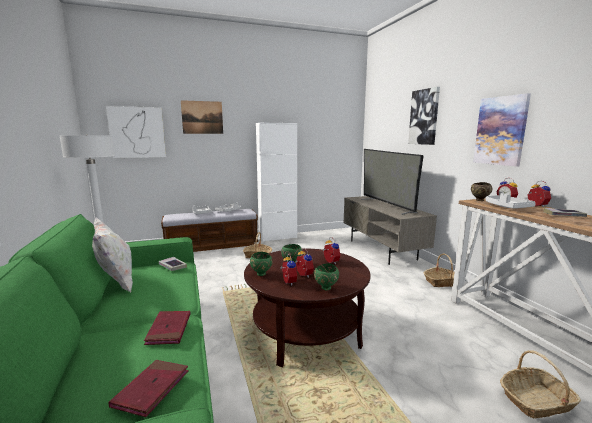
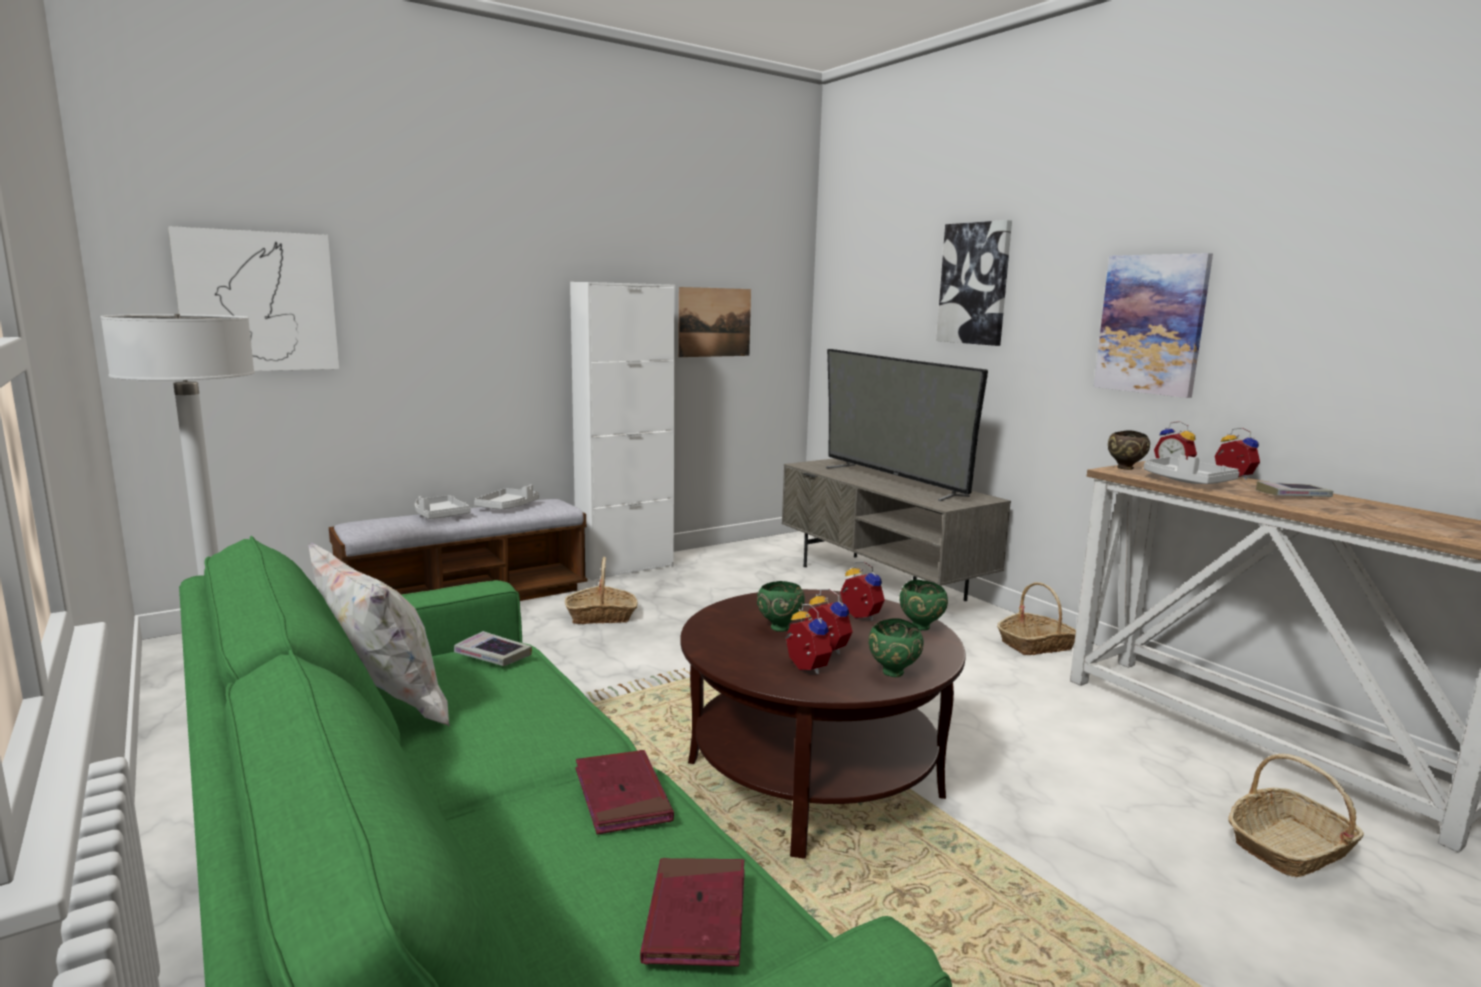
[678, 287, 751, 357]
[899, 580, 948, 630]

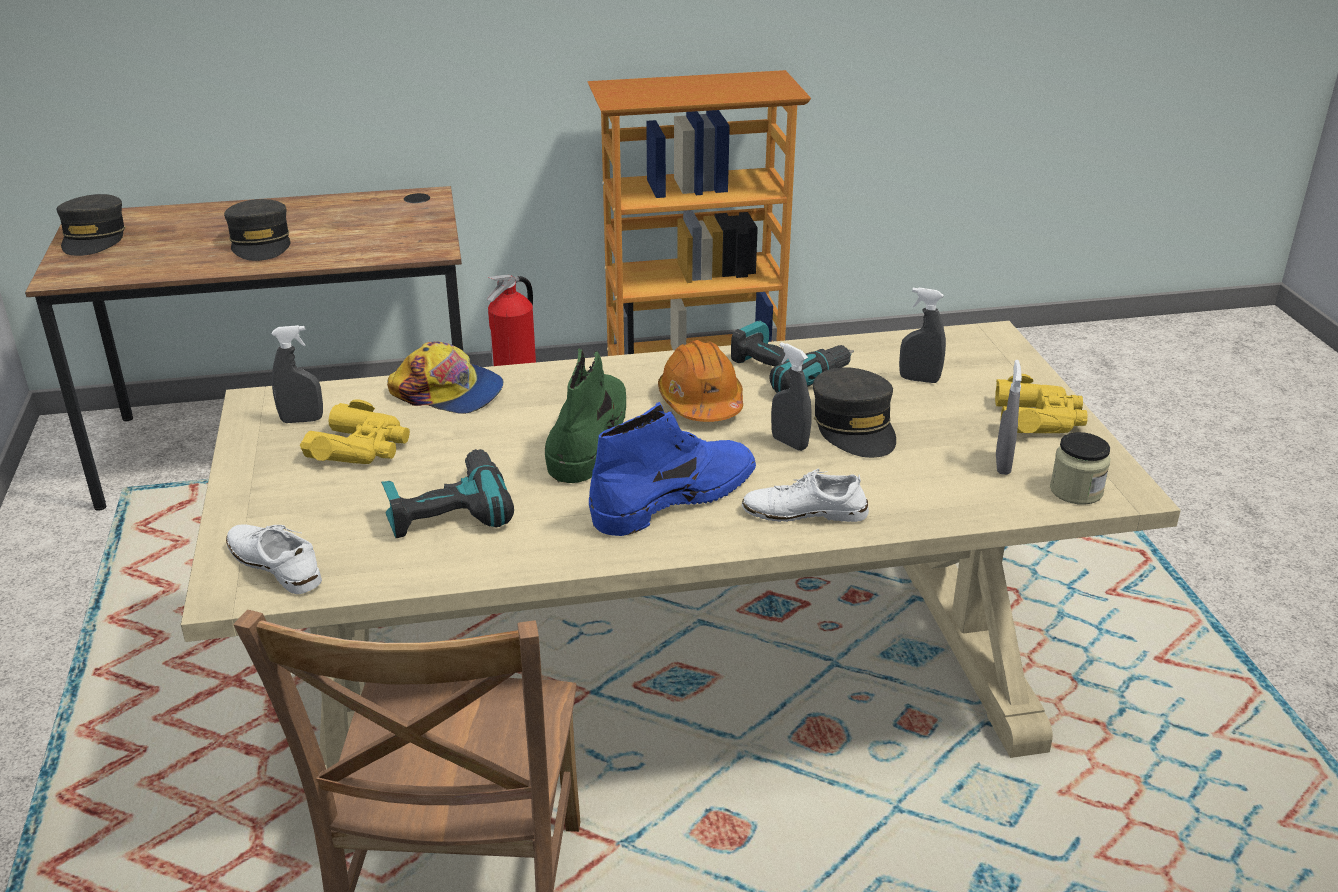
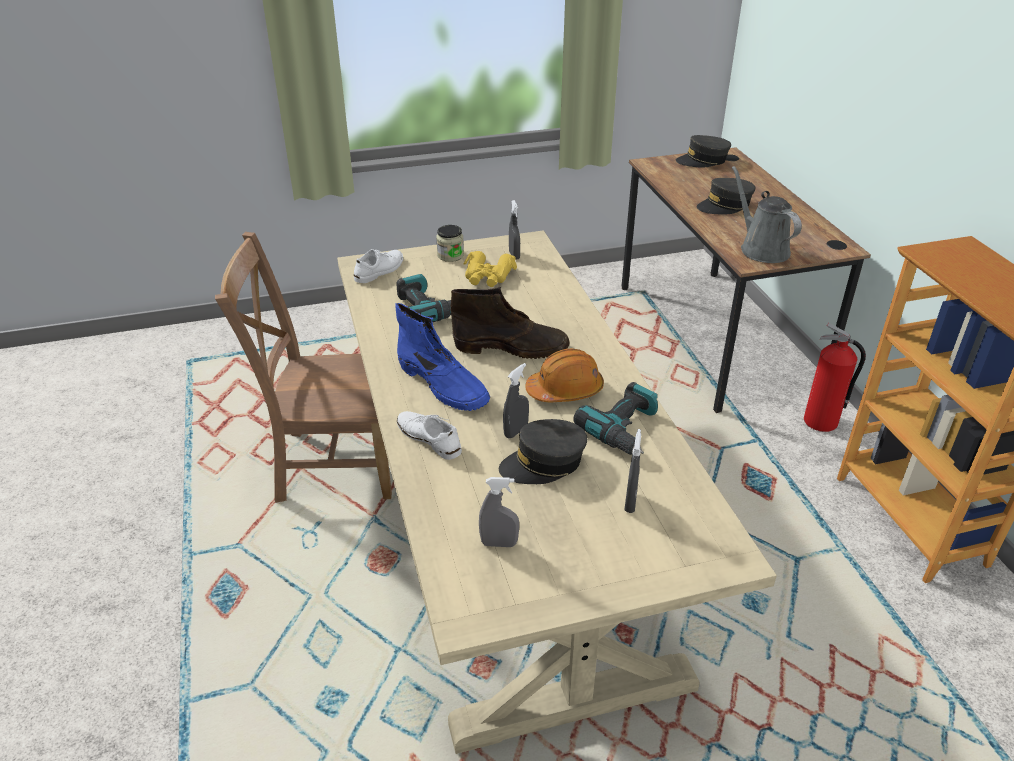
[397, 411, 462, 460]
[436, 225, 464, 262]
[451, 287, 569, 359]
[732, 166, 802, 263]
[387, 342, 504, 414] (first image)
[995, 374, 1087, 433] (first image)

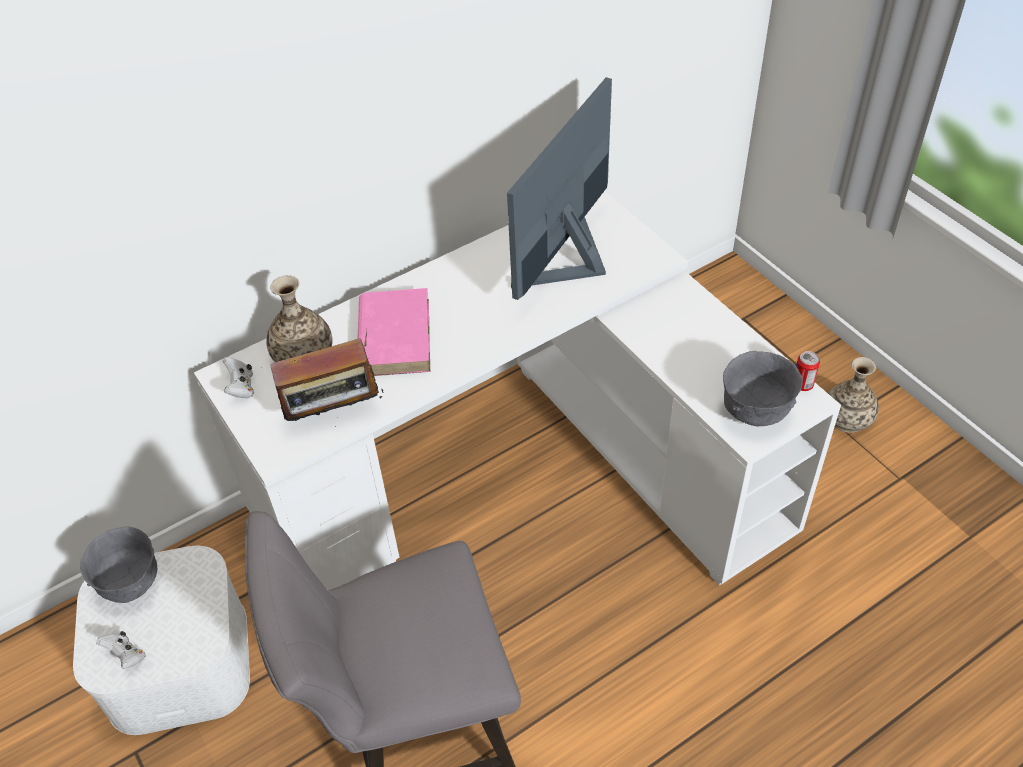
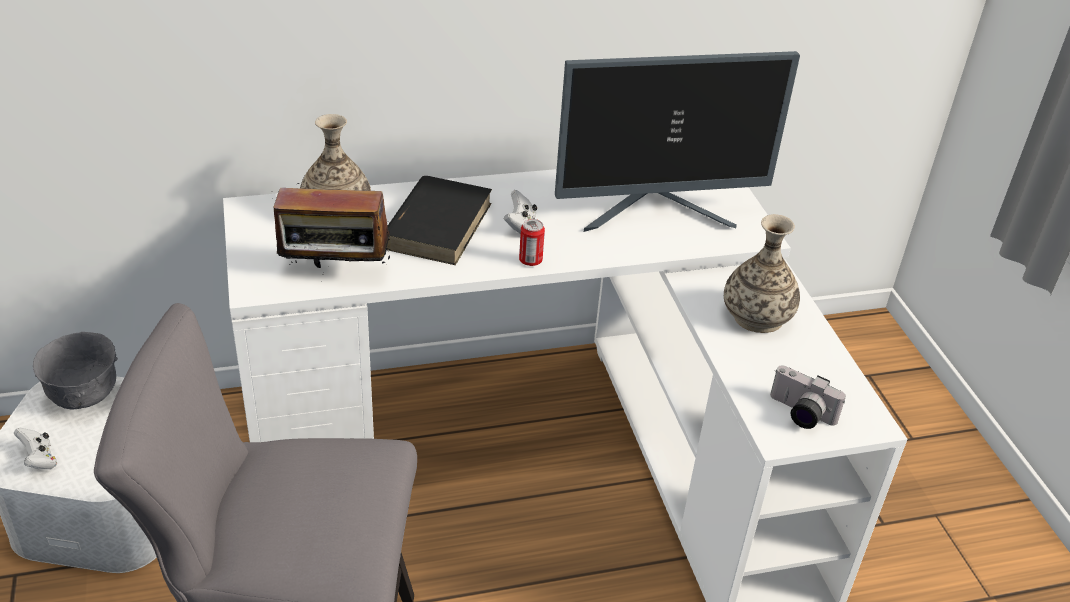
[386, 176, 492, 265]
[504, 190, 537, 234]
[519, 219, 545, 266]
[555, 51, 800, 232]
[724, 214, 800, 333]
[770, 365, 846, 429]

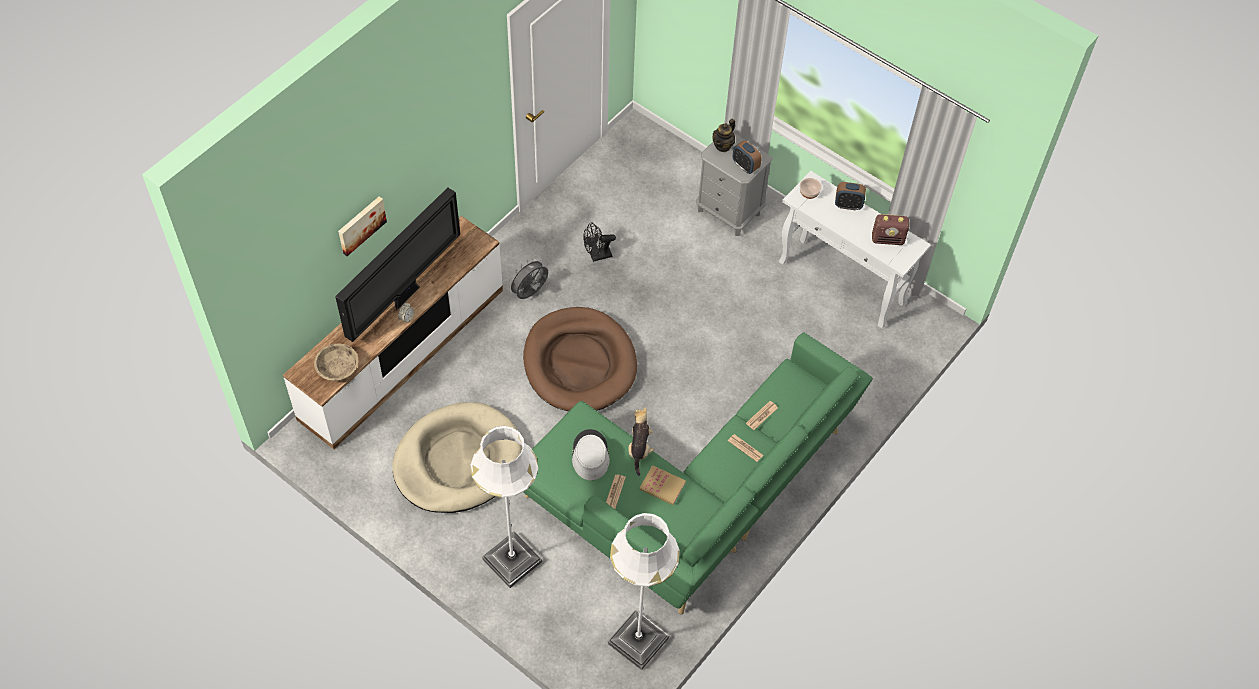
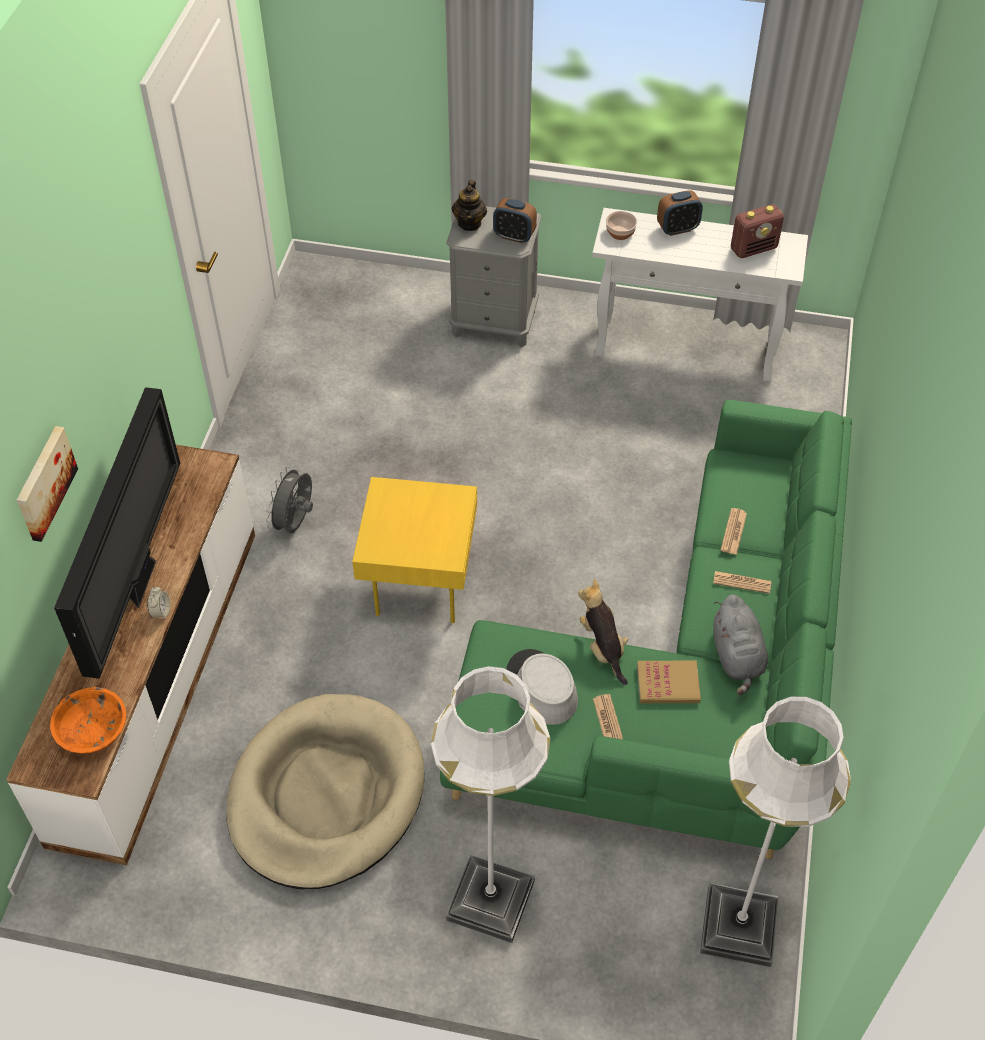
[50, 687, 126, 753]
[352, 477, 477, 623]
[713, 594, 768, 695]
[583, 222, 616, 262] (first image)

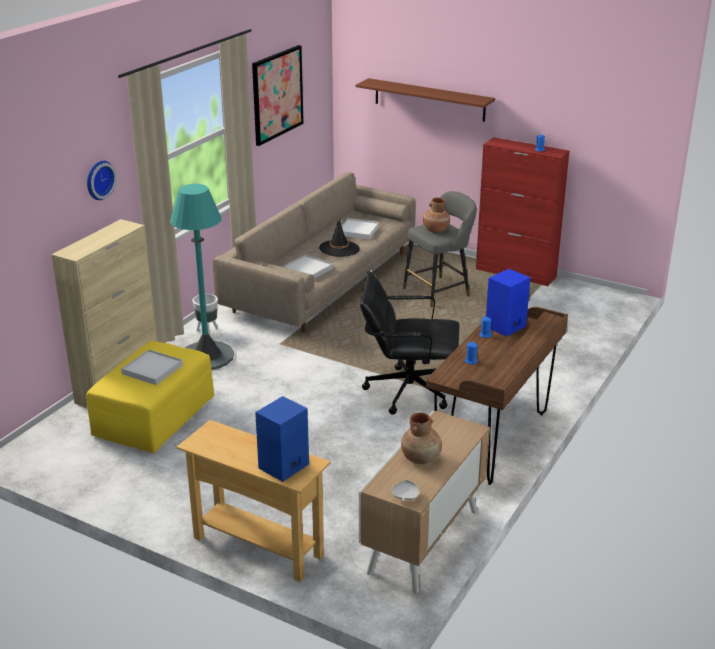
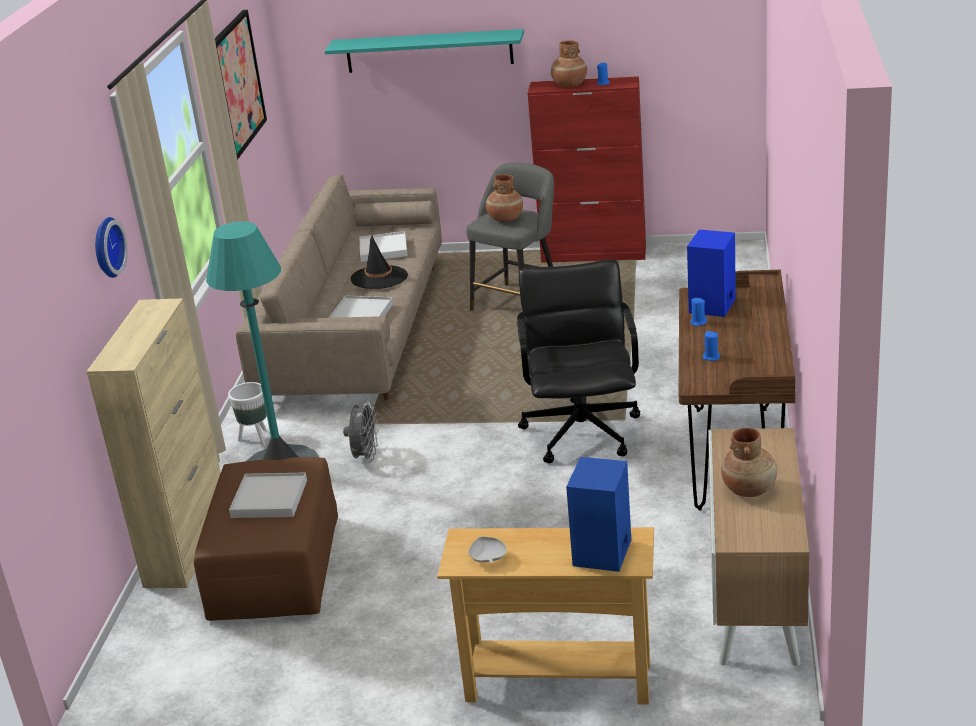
[194, 457, 338, 621]
[325, 29, 524, 73]
[343, 401, 378, 462]
[468, 536, 507, 564]
[517, 259, 640, 463]
[551, 40, 587, 88]

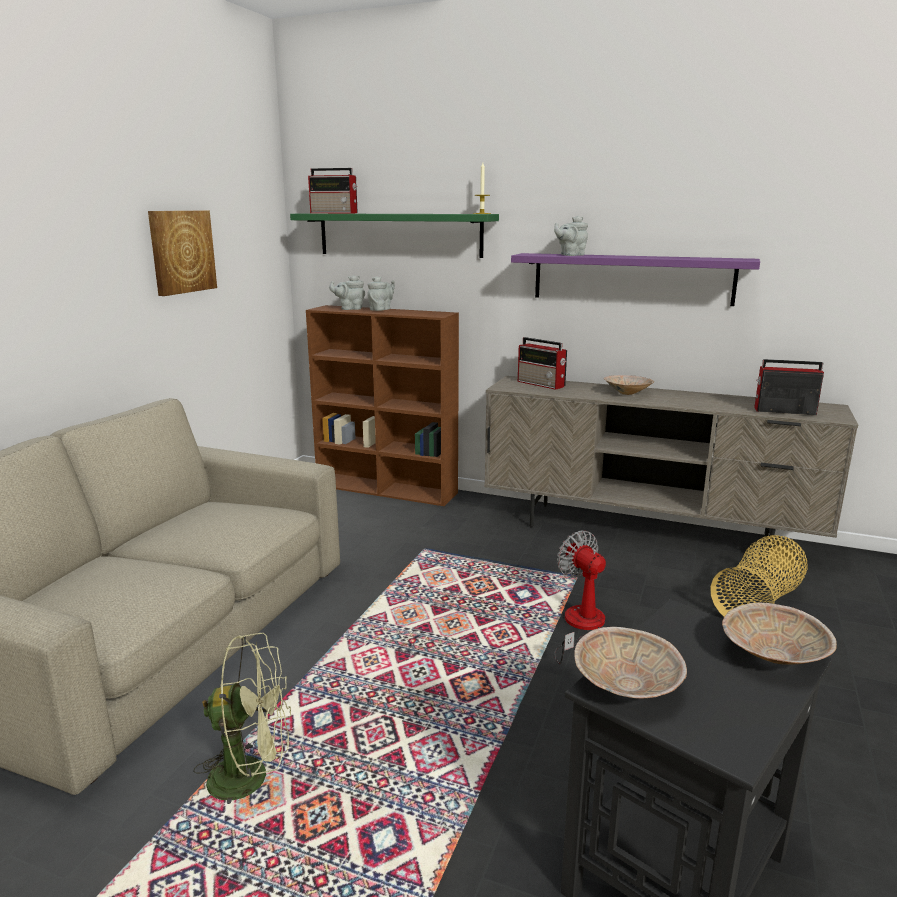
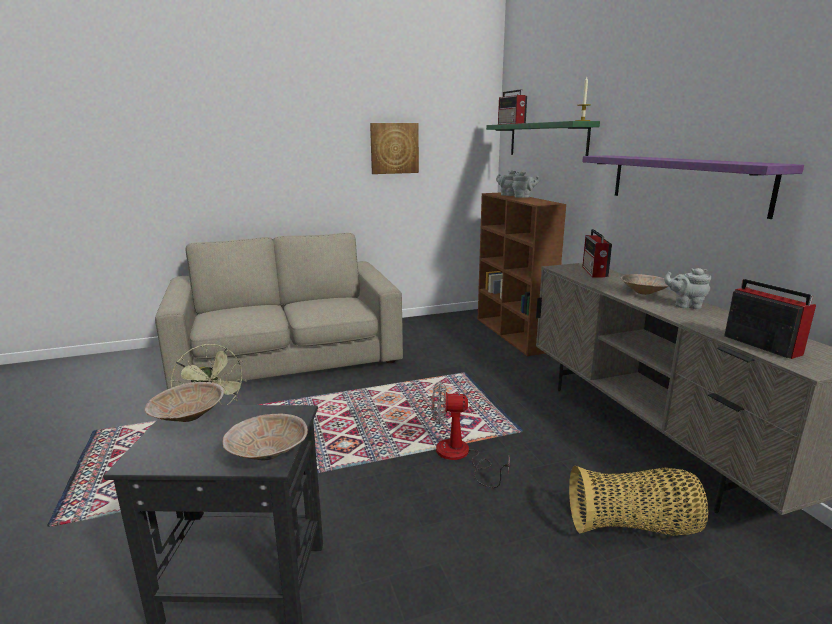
[432, 381, 510, 488]
[664, 268, 711, 309]

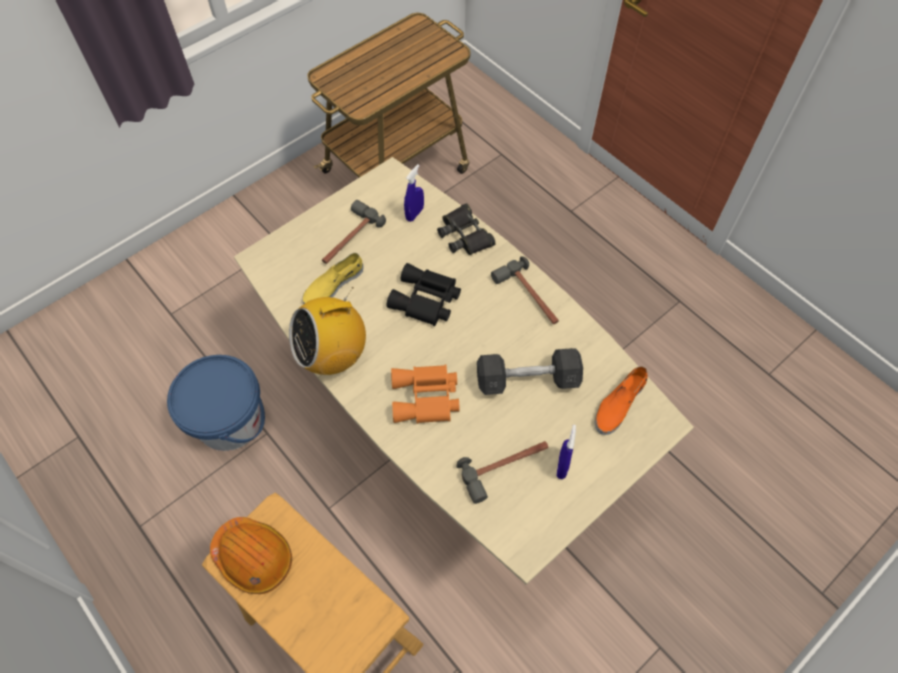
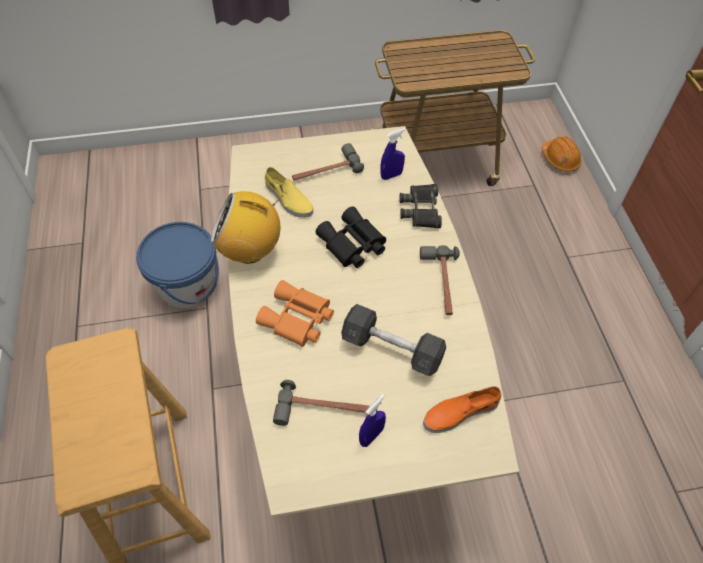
[265, 167, 313, 218]
[542, 137, 581, 172]

